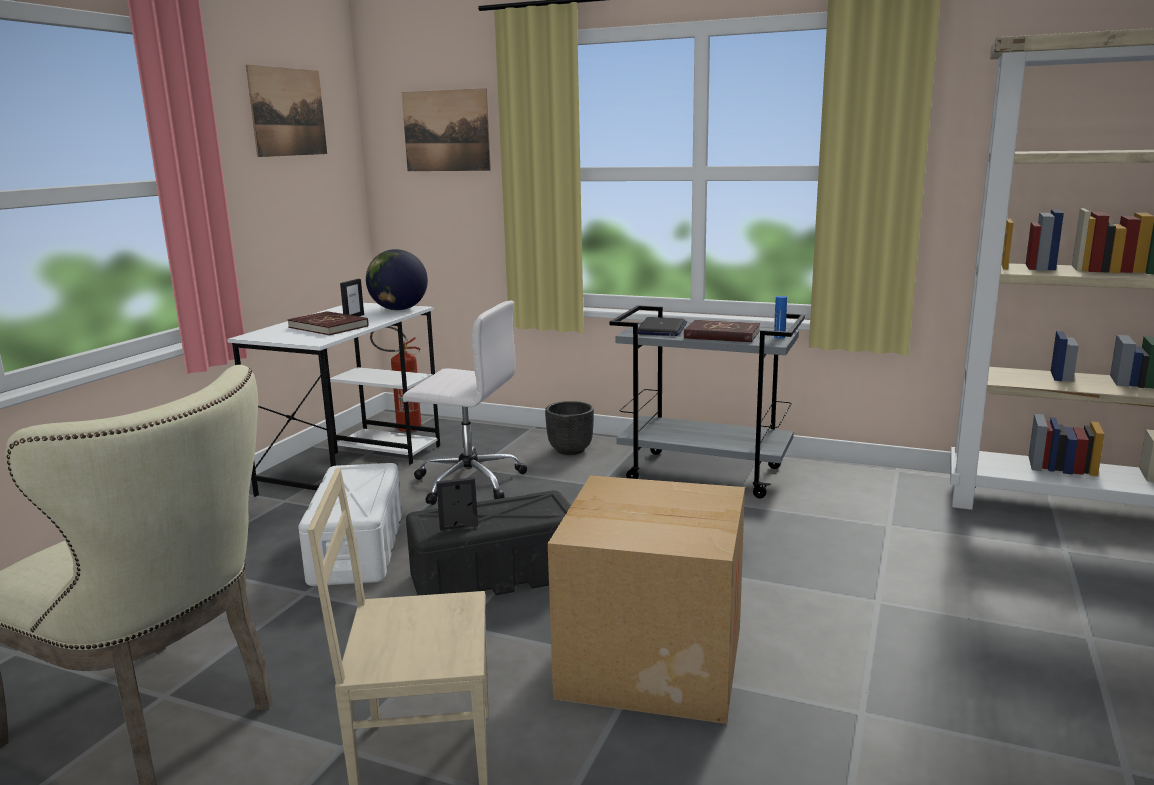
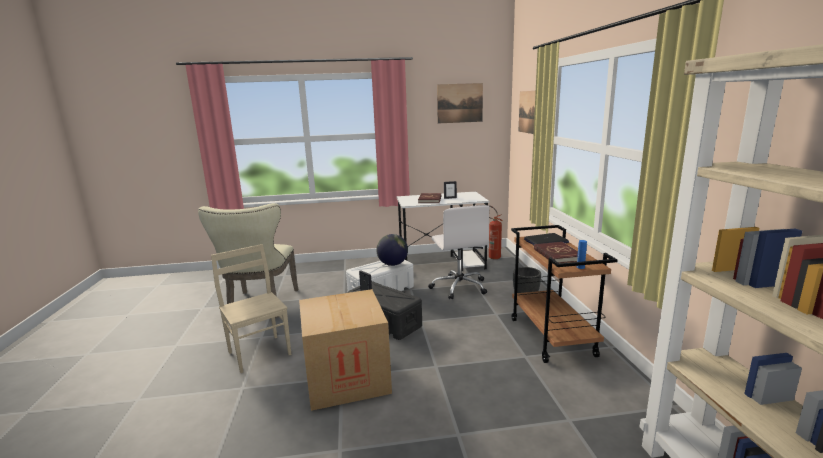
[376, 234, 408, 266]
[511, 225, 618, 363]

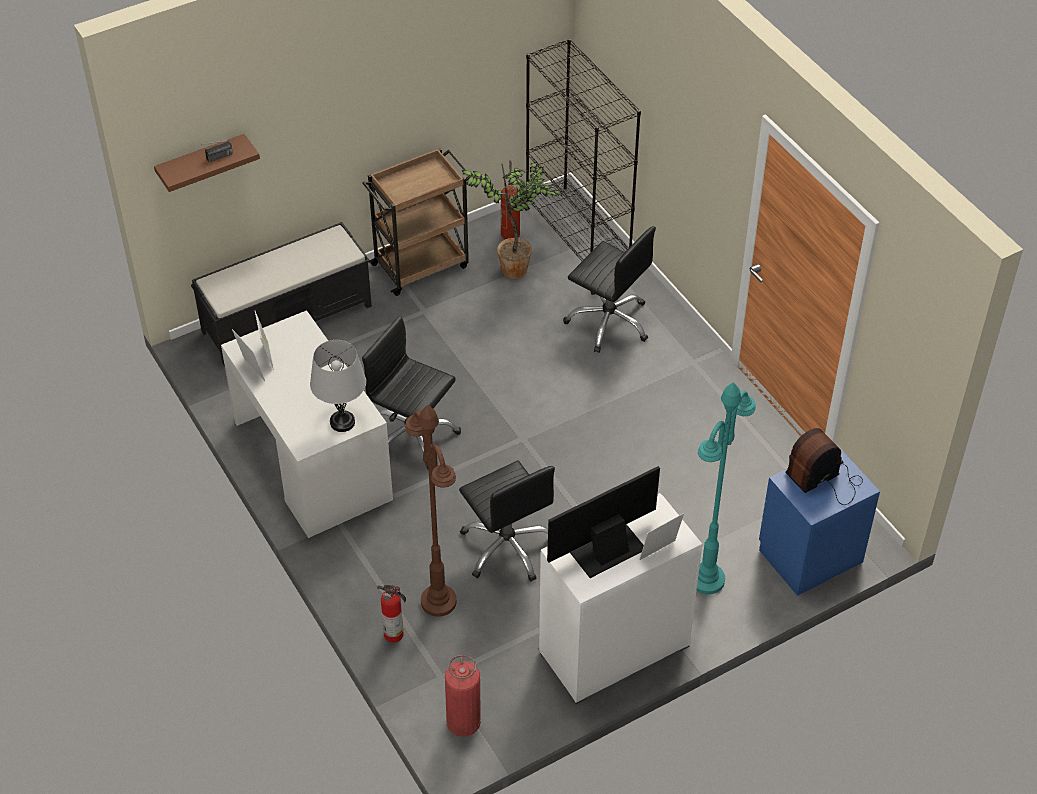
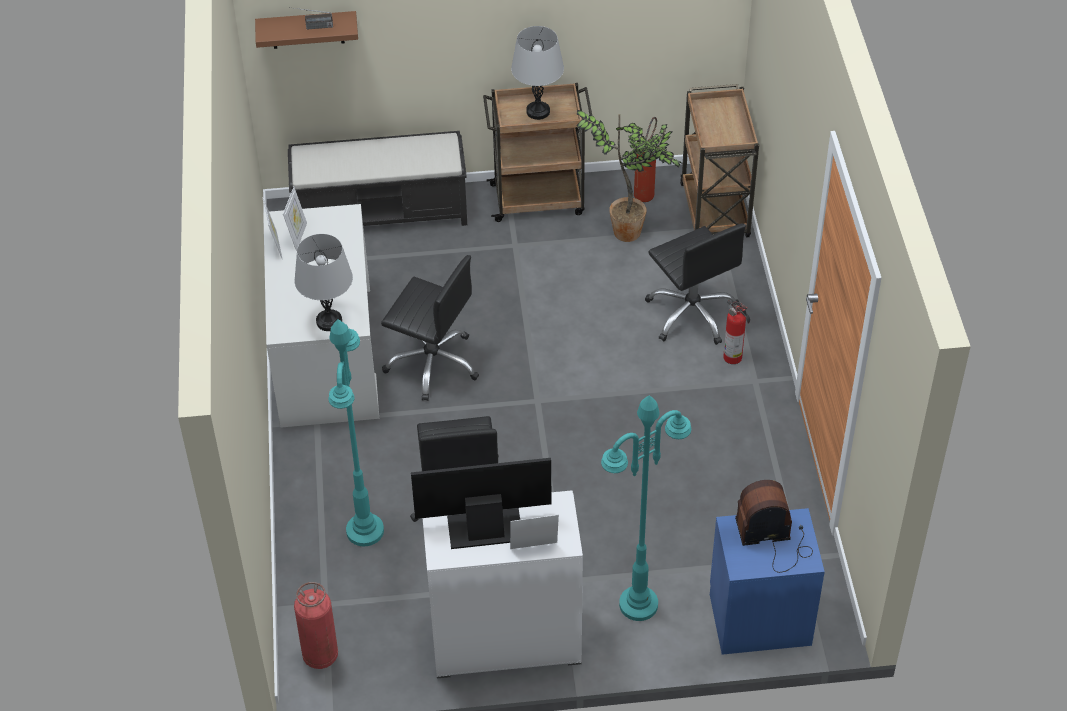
[328, 319, 384, 546]
[381, 255, 479, 401]
[511, 26, 564, 120]
[680, 84, 759, 238]
[723, 300, 750, 364]

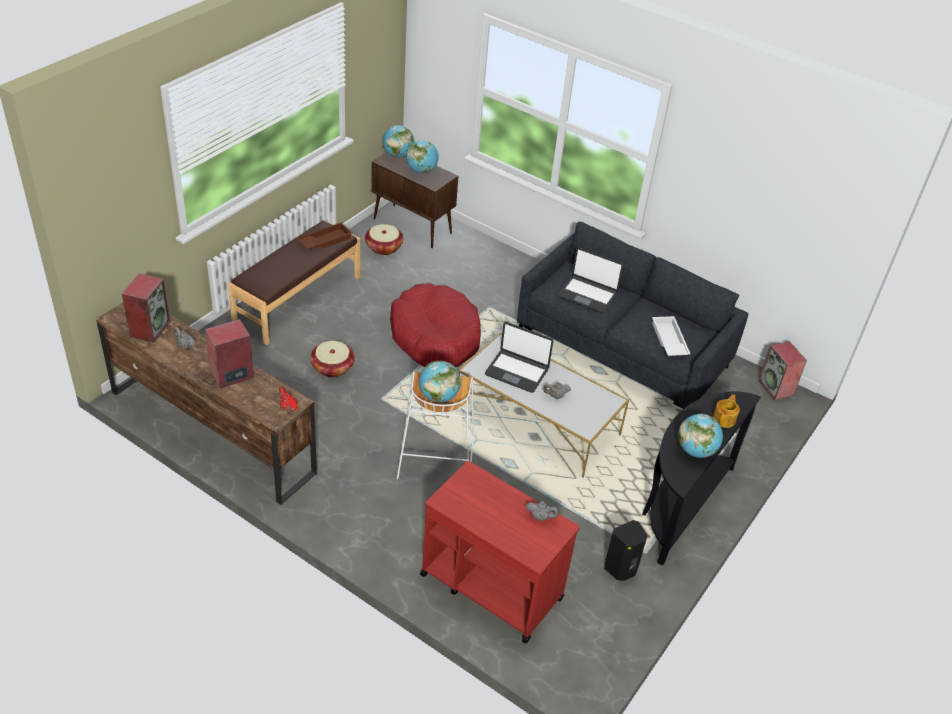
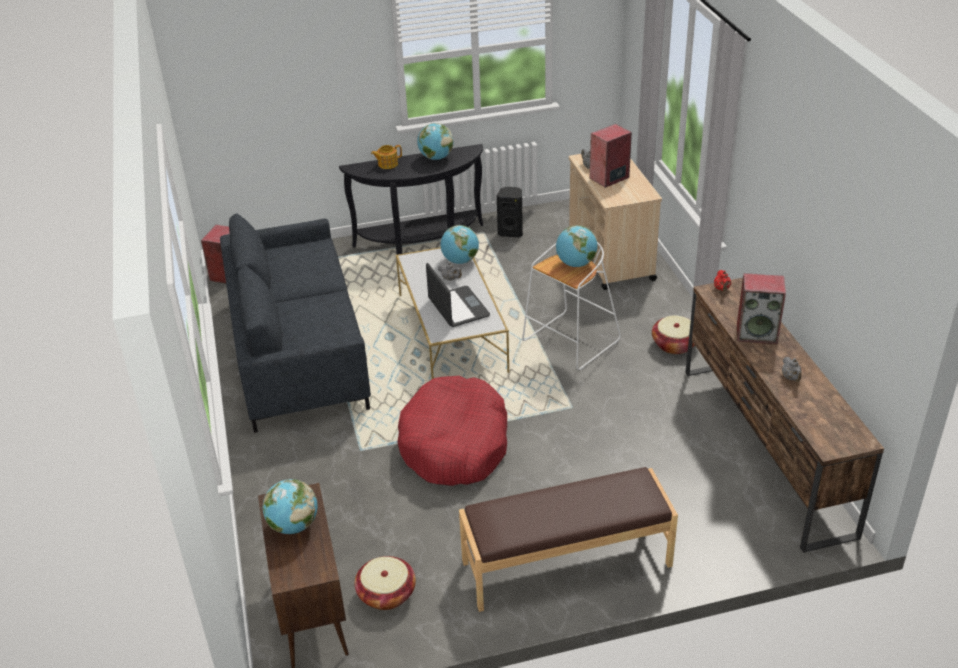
[441, 225, 479, 264]
[569, 154, 662, 290]
[590, 124, 632, 188]
[652, 315, 695, 354]
[296, 222, 352, 250] (first image)
[558, 247, 623, 313] (first image)
[652, 316, 690, 356] (first image)

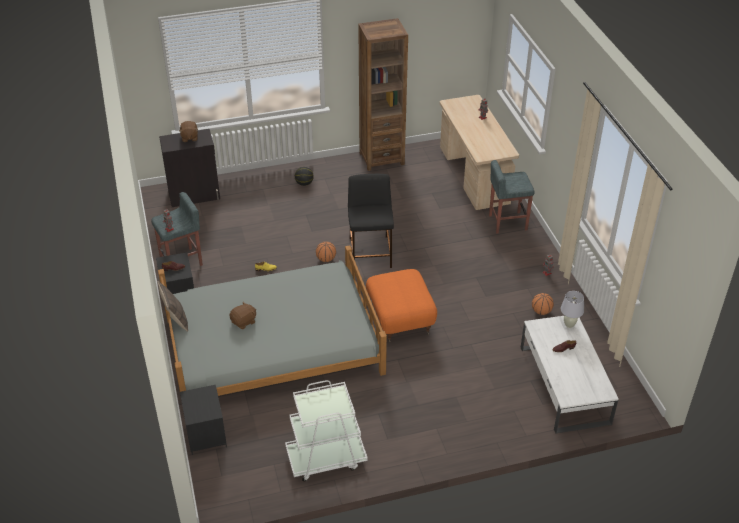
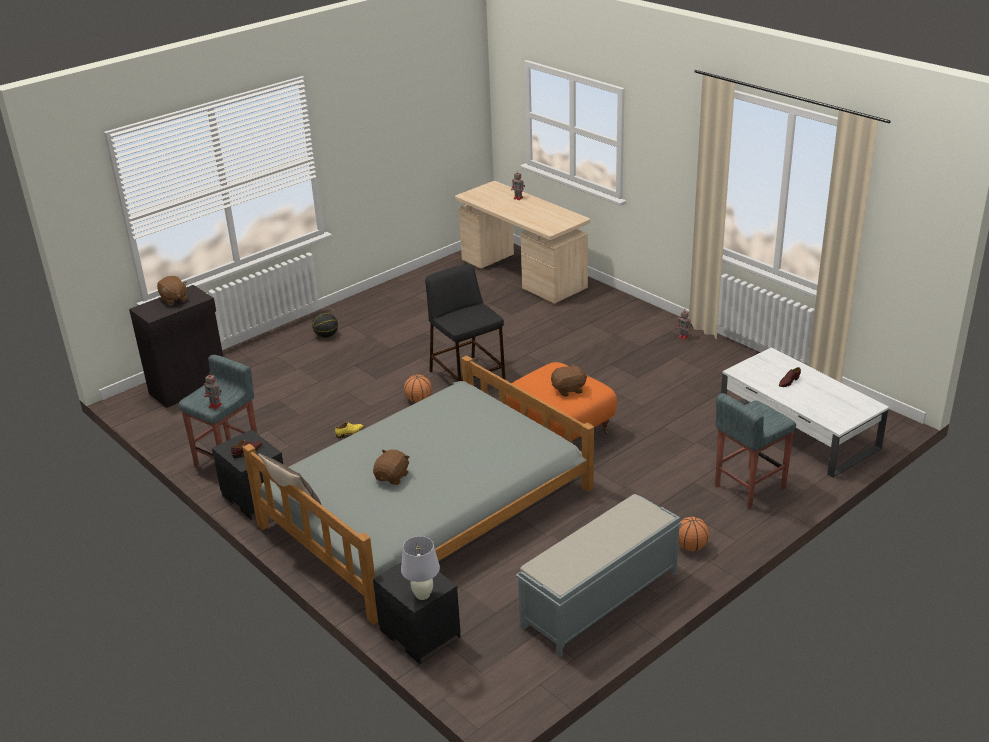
[401, 536, 440, 600]
[516, 494, 682, 657]
[551, 363, 587, 397]
[678, 517, 709, 551]
[715, 393, 796, 509]
[358, 18, 408, 171] (first image)

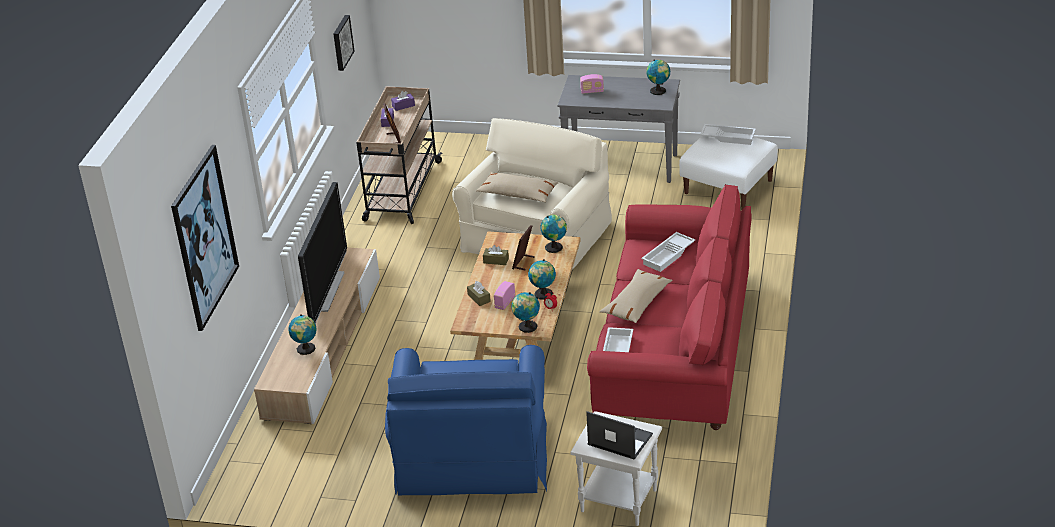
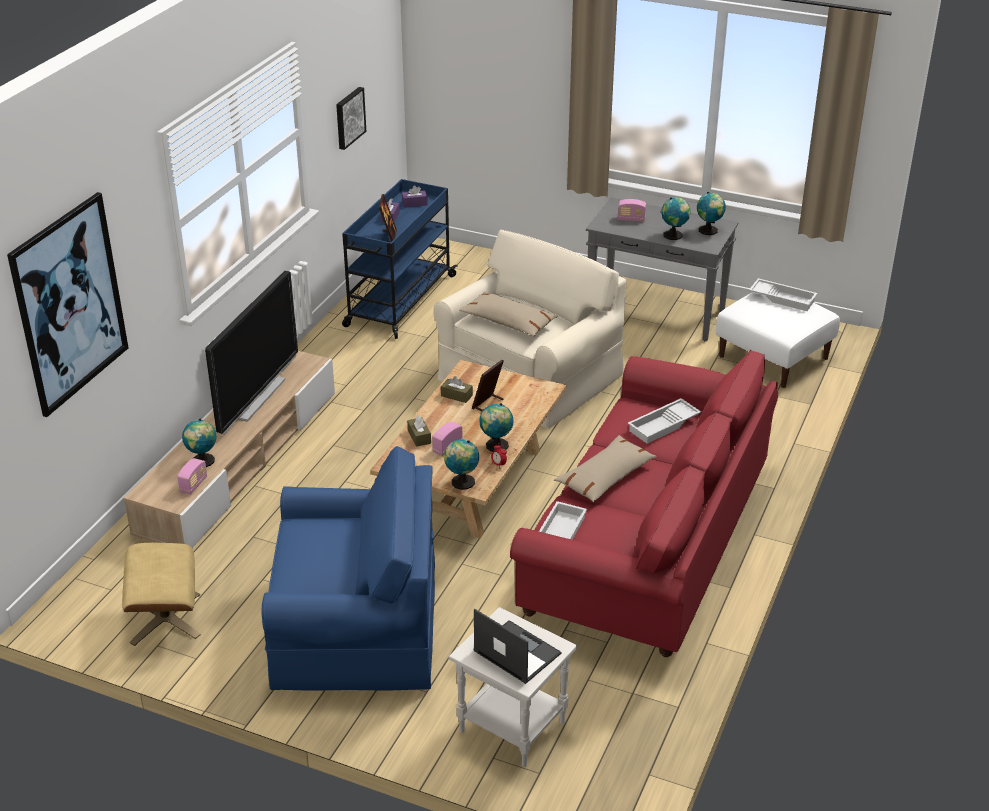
[122, 543, 200, 646]
[177, 458, 207, 495]
[261, 446, 435, 691]
[342, 179, 458, 339]
[661, 197, 691, 240]

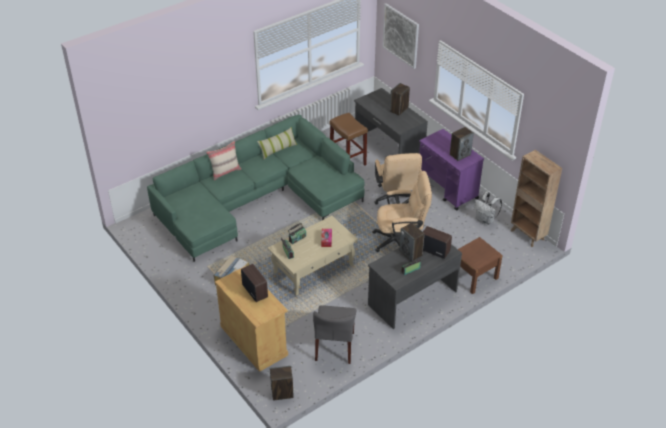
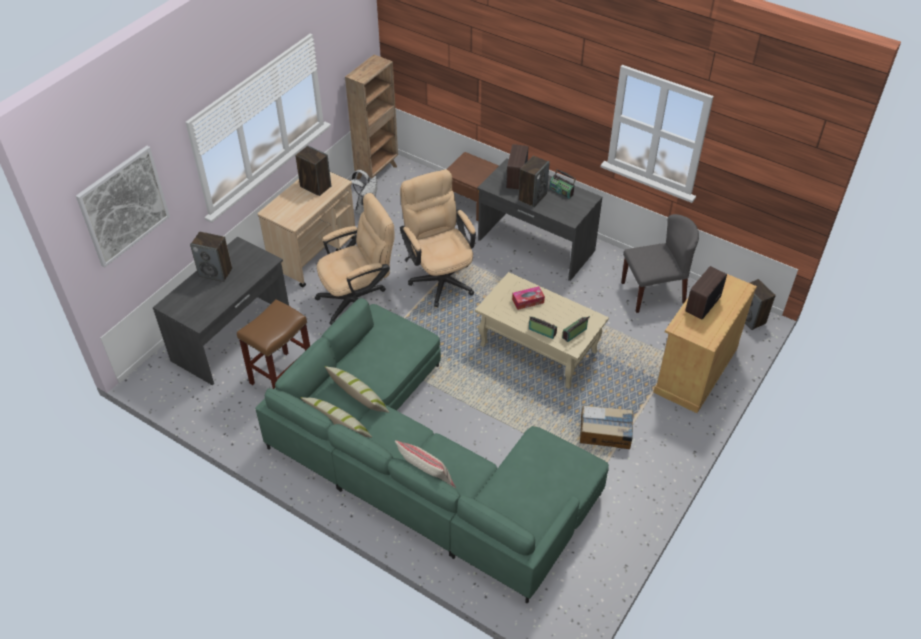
[257, 172, 356, 287]
[325, 366, 389, 413]

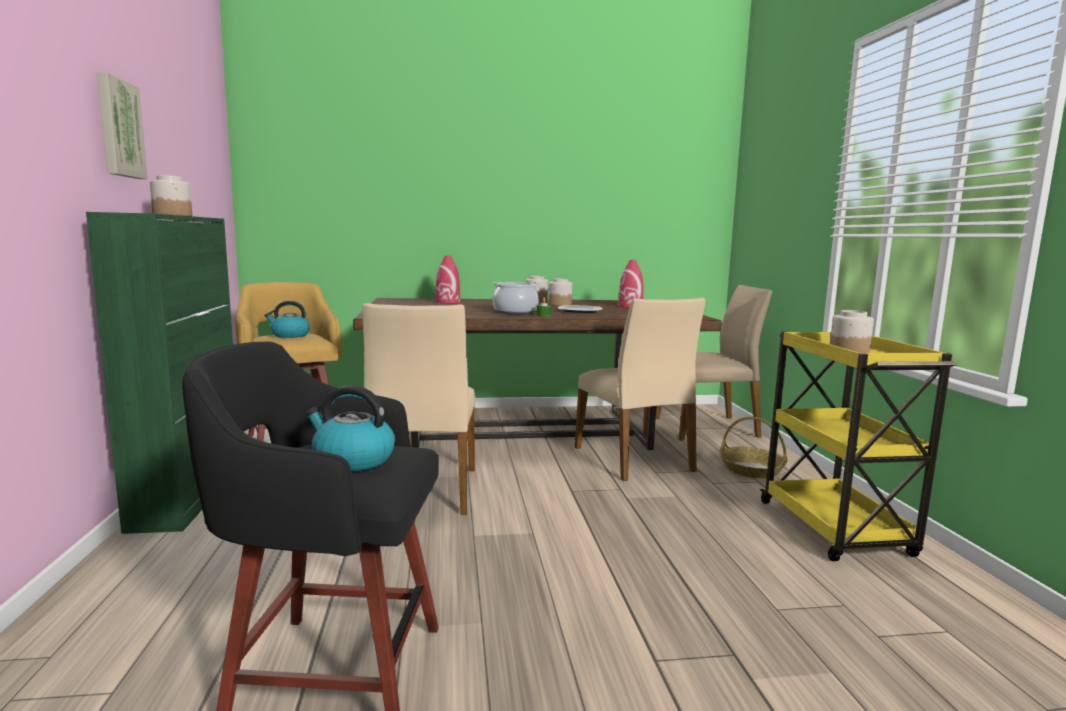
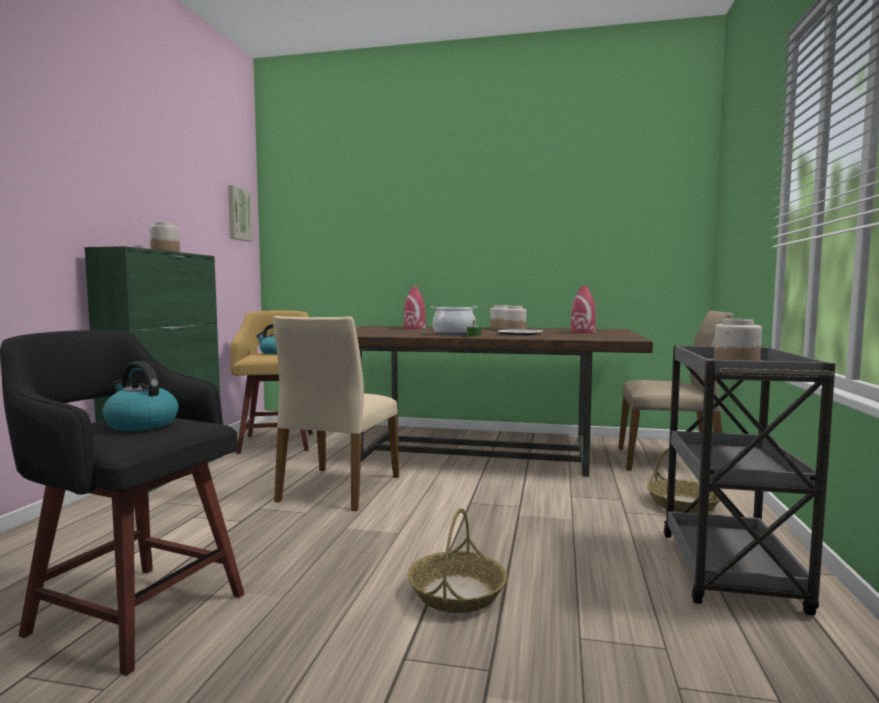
[228, 185, 253, 242]
[408, 508, 507, 613]
[664, 345, 835, 616]
[575, 298, 705, 481] (first image)

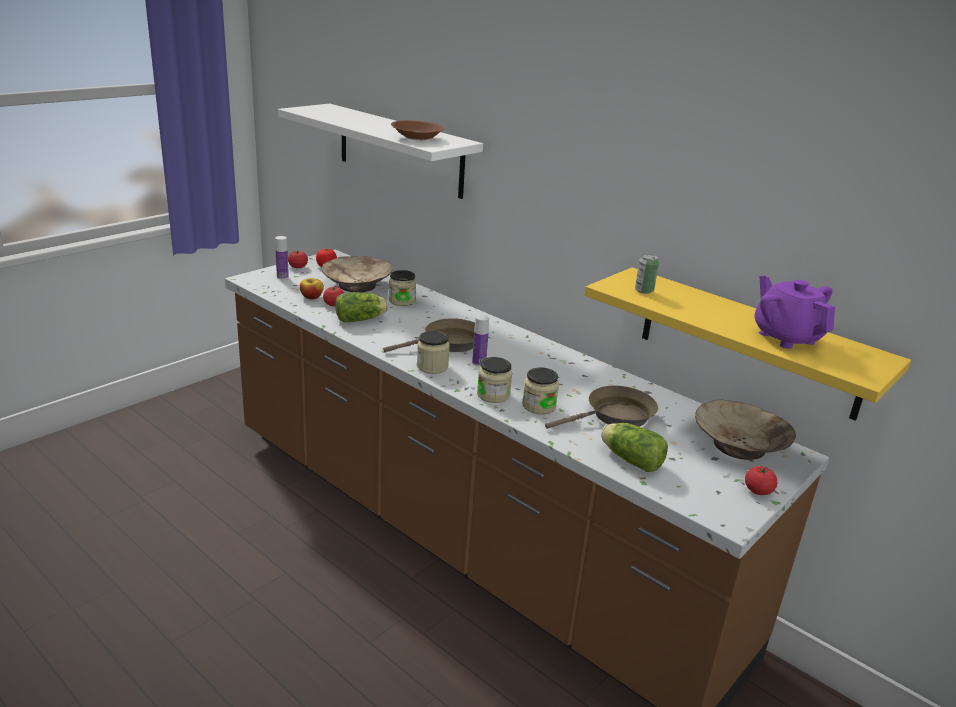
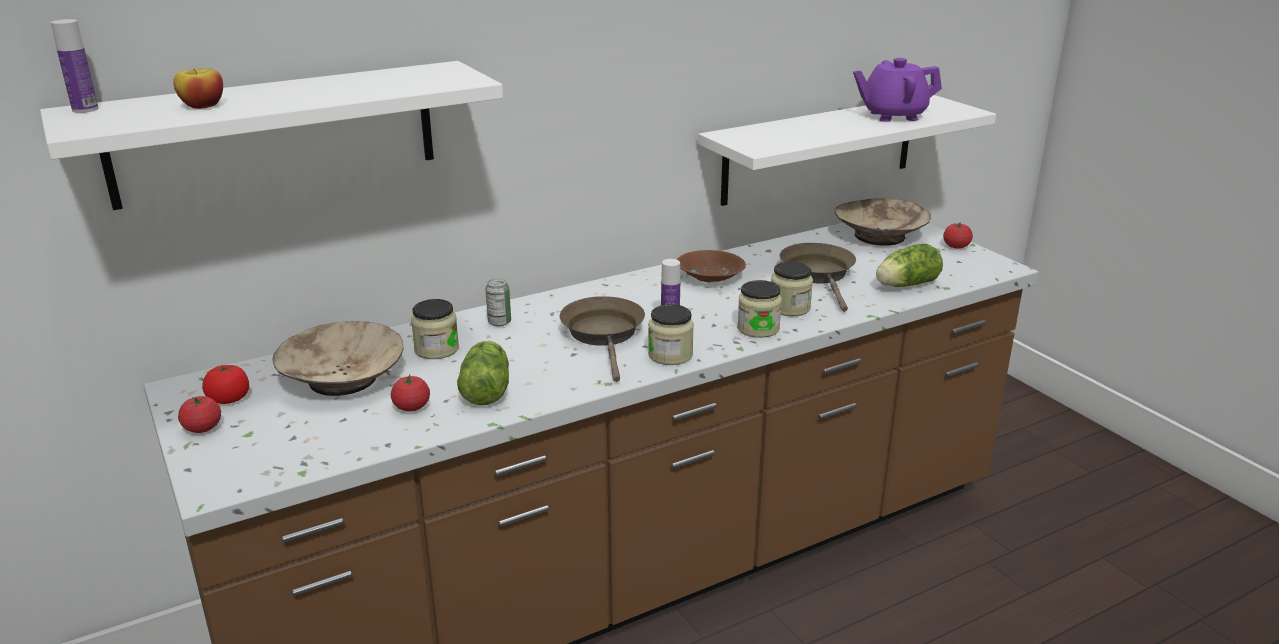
[51, 19, 99, 113]
[173, 68, 223, 109]
[486, 278, 511, 326]
[677, 250, 746, 283]
[698, 95, 996, 206]

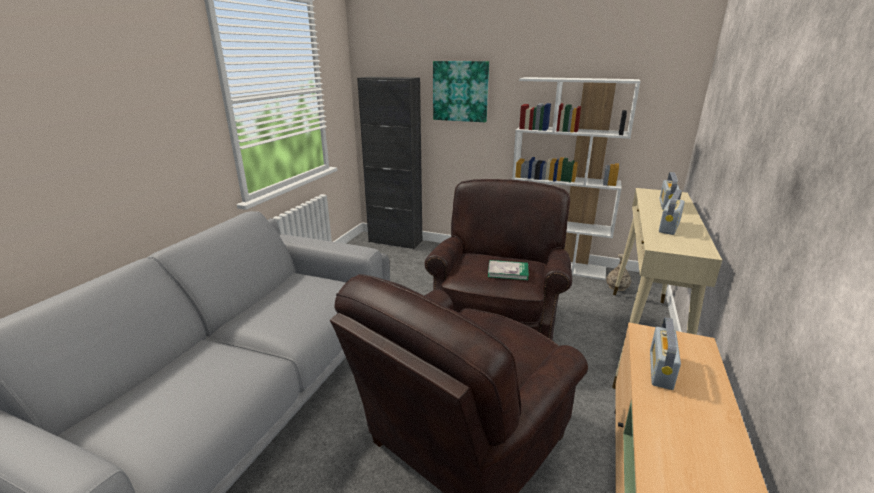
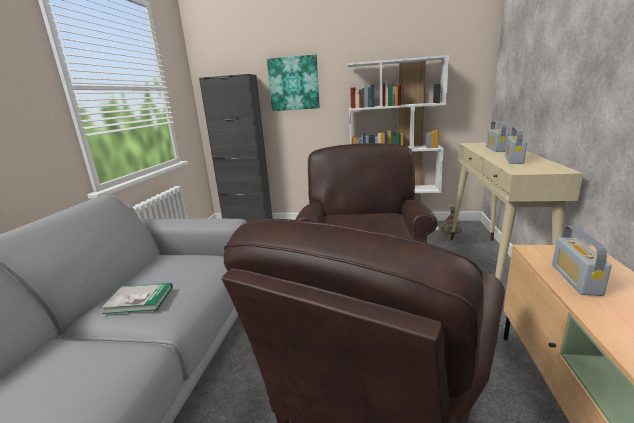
[101, 283, 173, 314]

